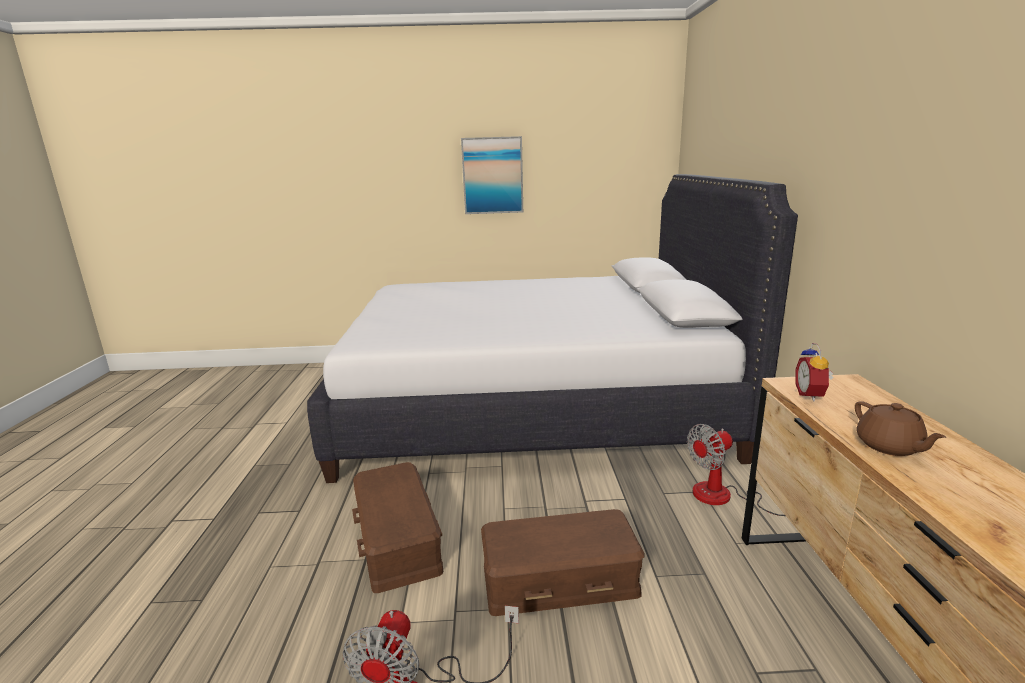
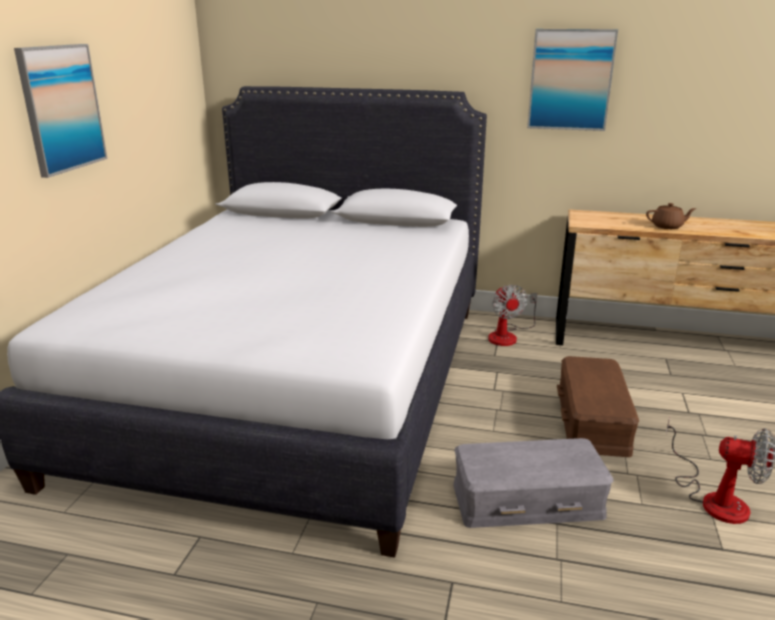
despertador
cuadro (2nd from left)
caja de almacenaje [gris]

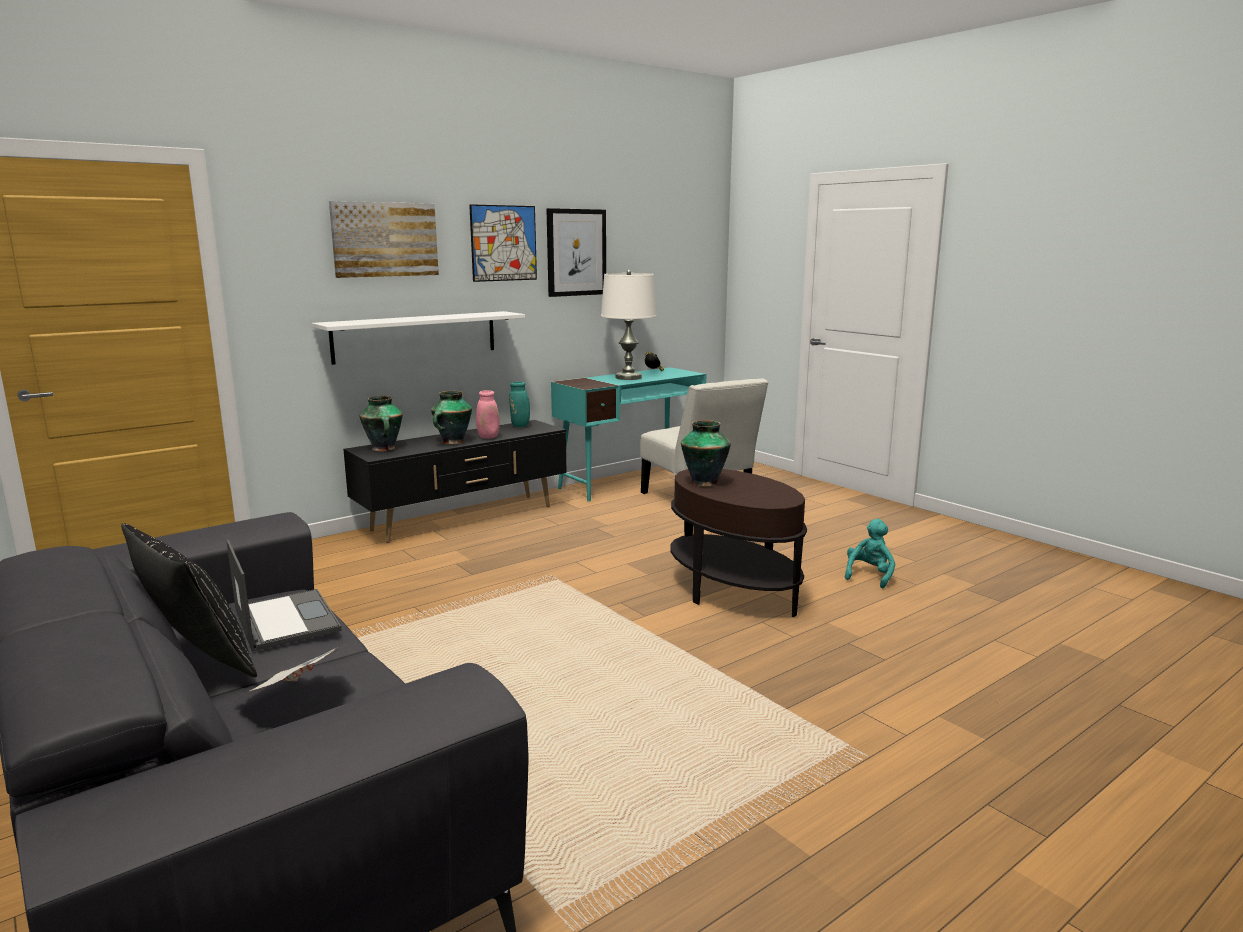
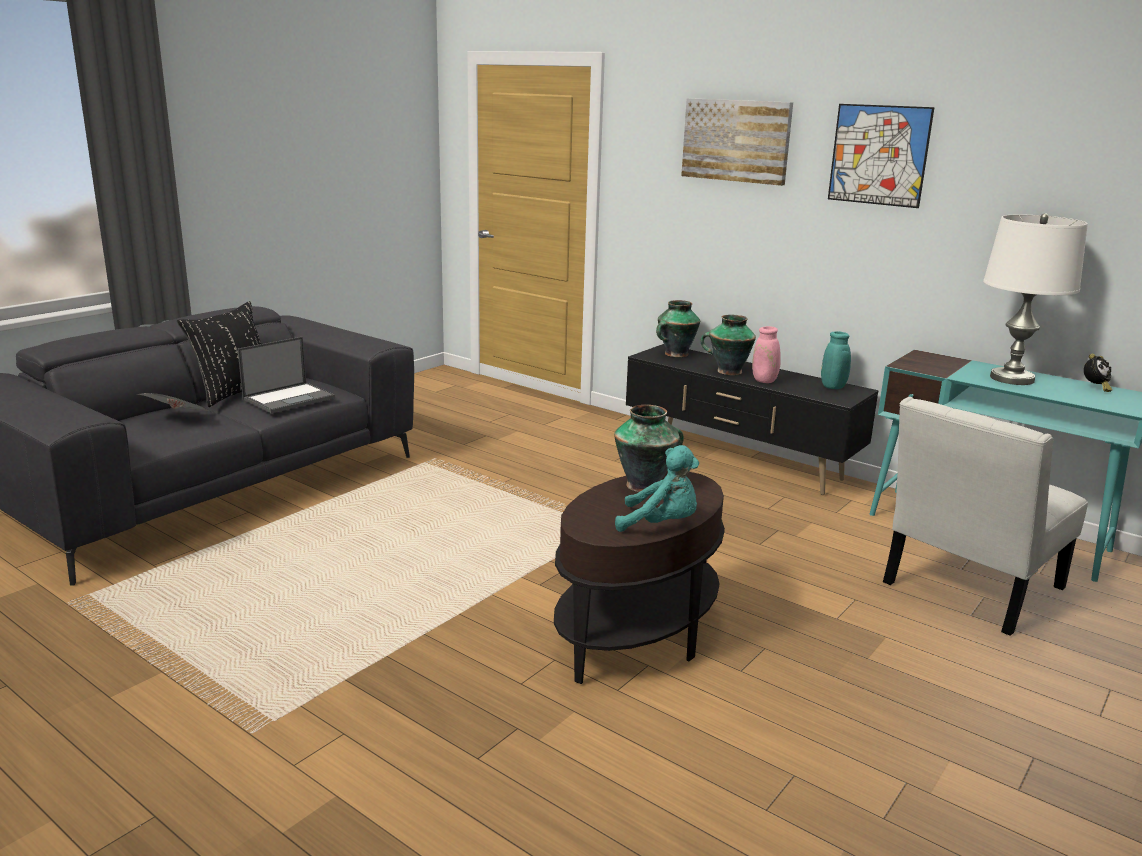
estante [blanco]
cuadro (3rd from left in the first image)
peluche [turquesa]

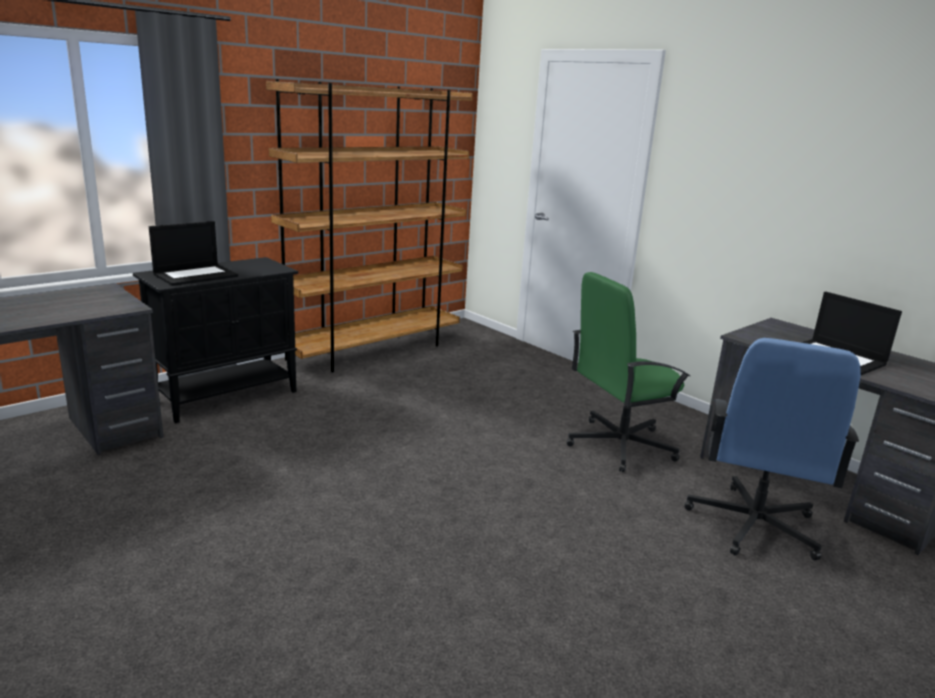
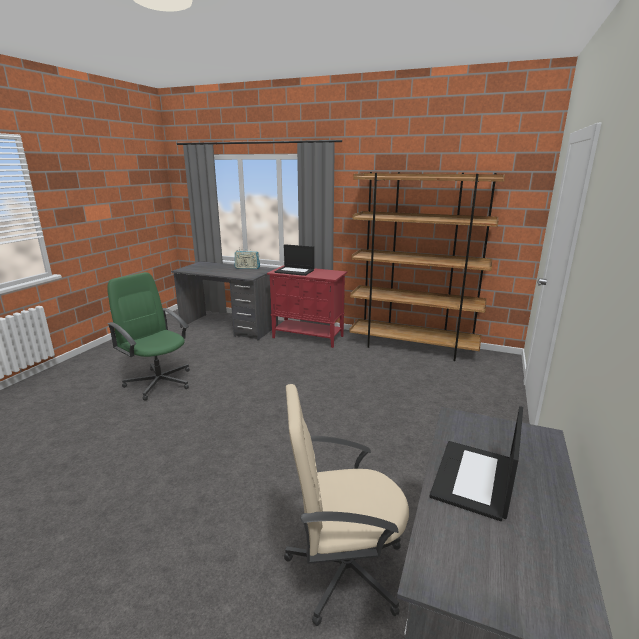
radio
silla de oficina [verde]
armario [rojo]
silla de oficina [beis]

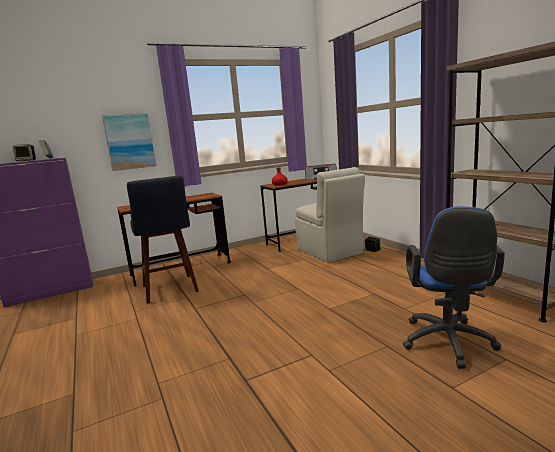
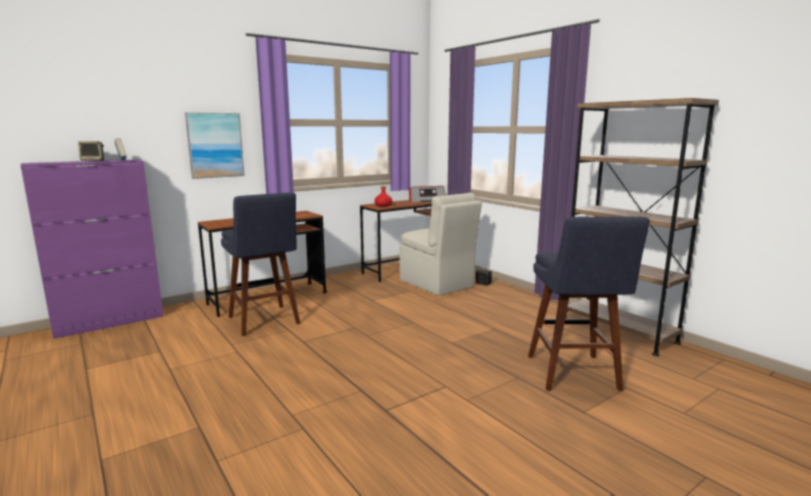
taburete [azul] (2nd from left)

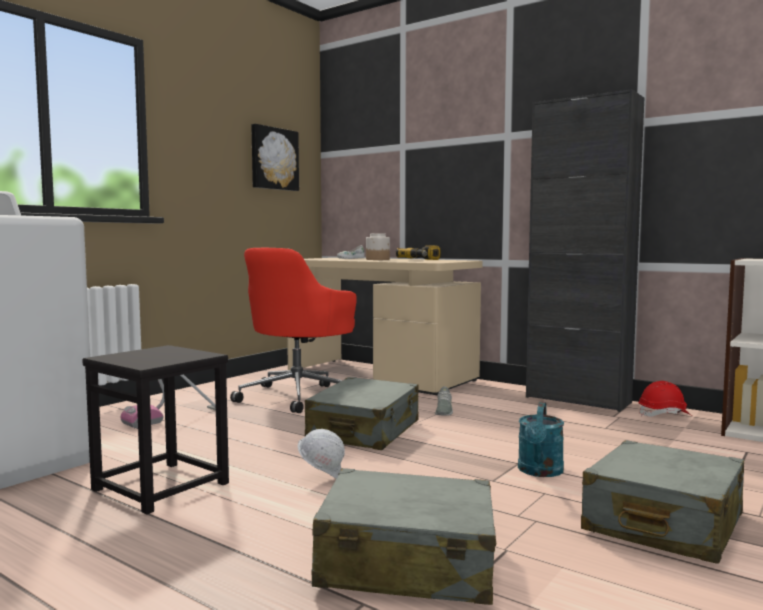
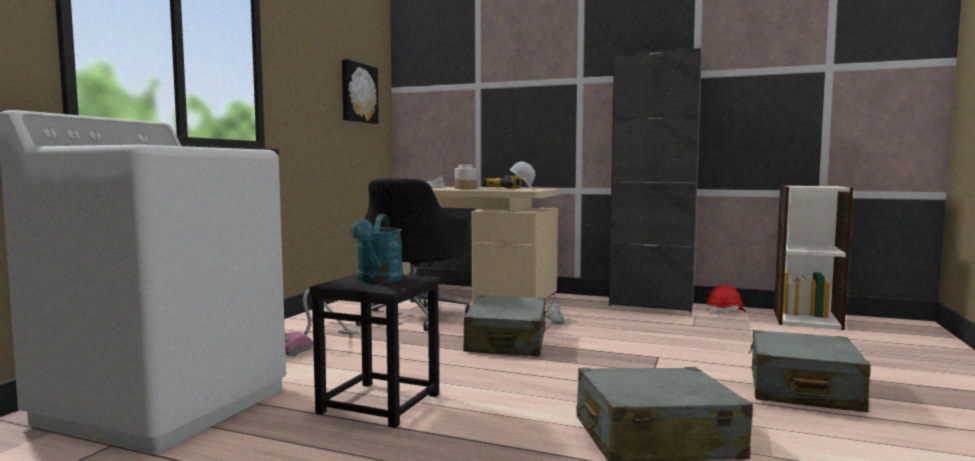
casco [blanco]
regadera [turquesa]
silla de oficina [negro]

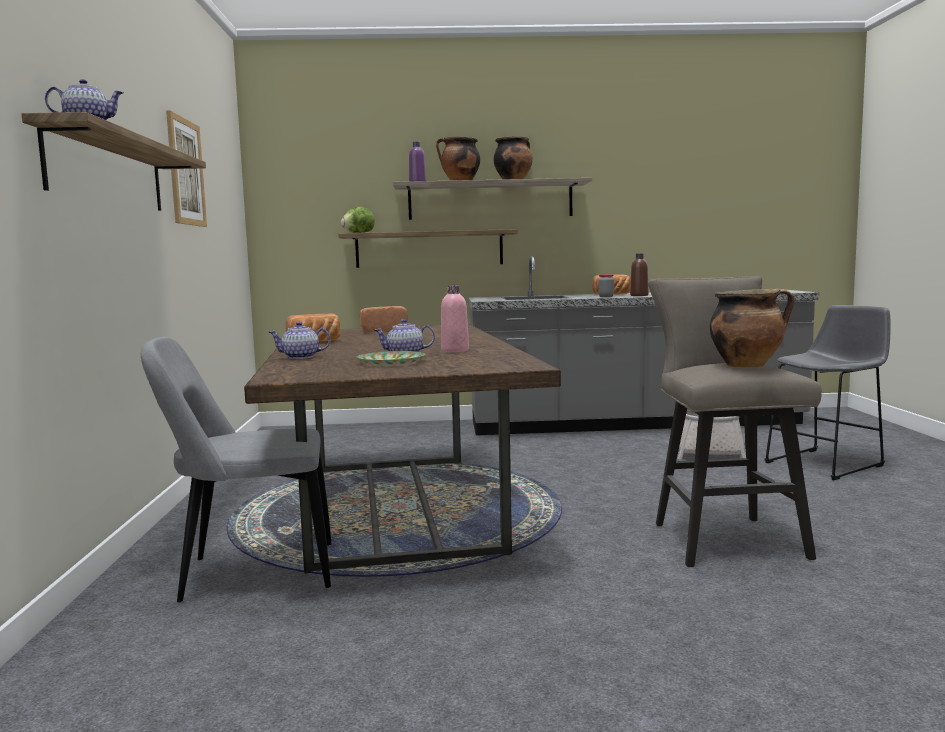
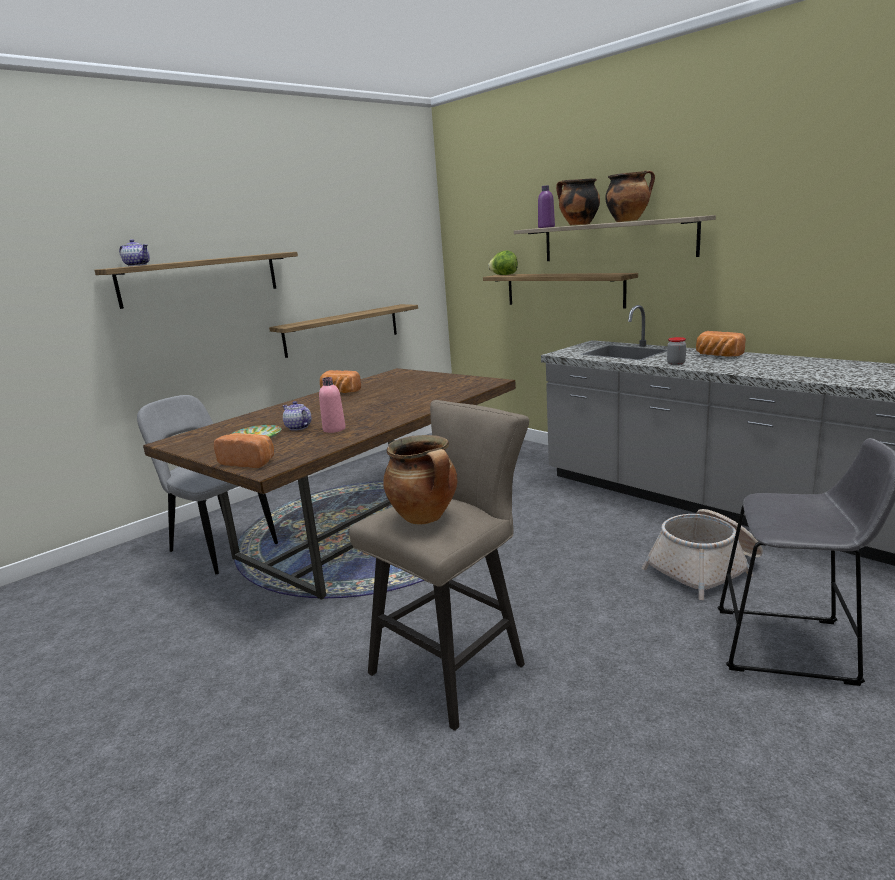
cuadro
tetera (2nd from left in the first image)
botella [marrón]
estante (2nd from left)
pan (1st from left)

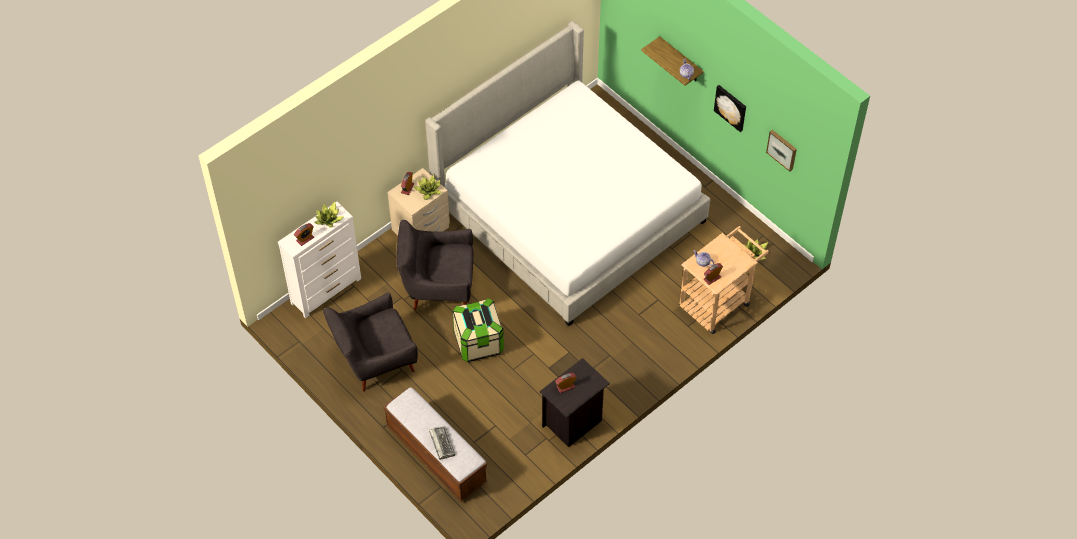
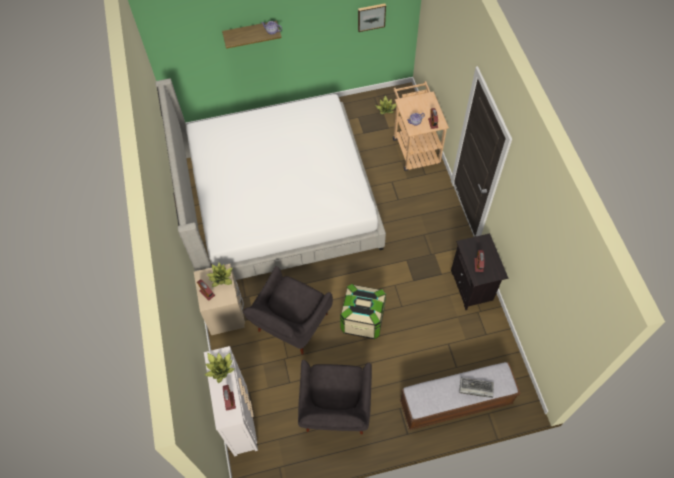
cuadro (1st from left in the first image)

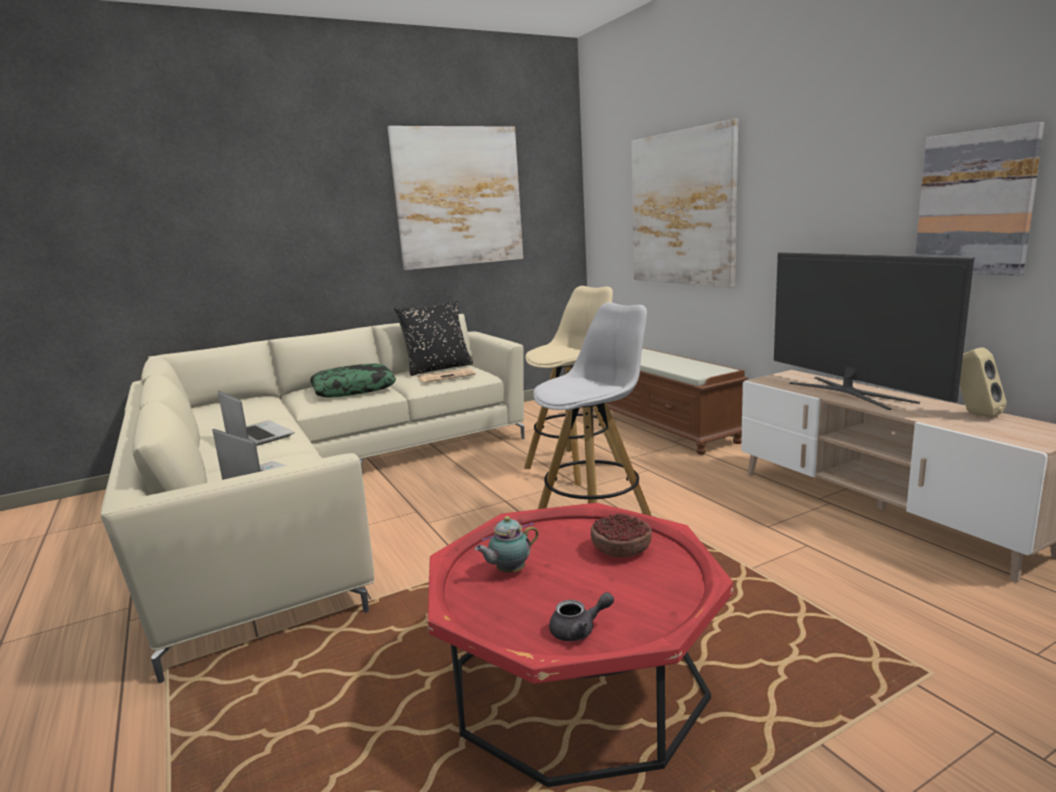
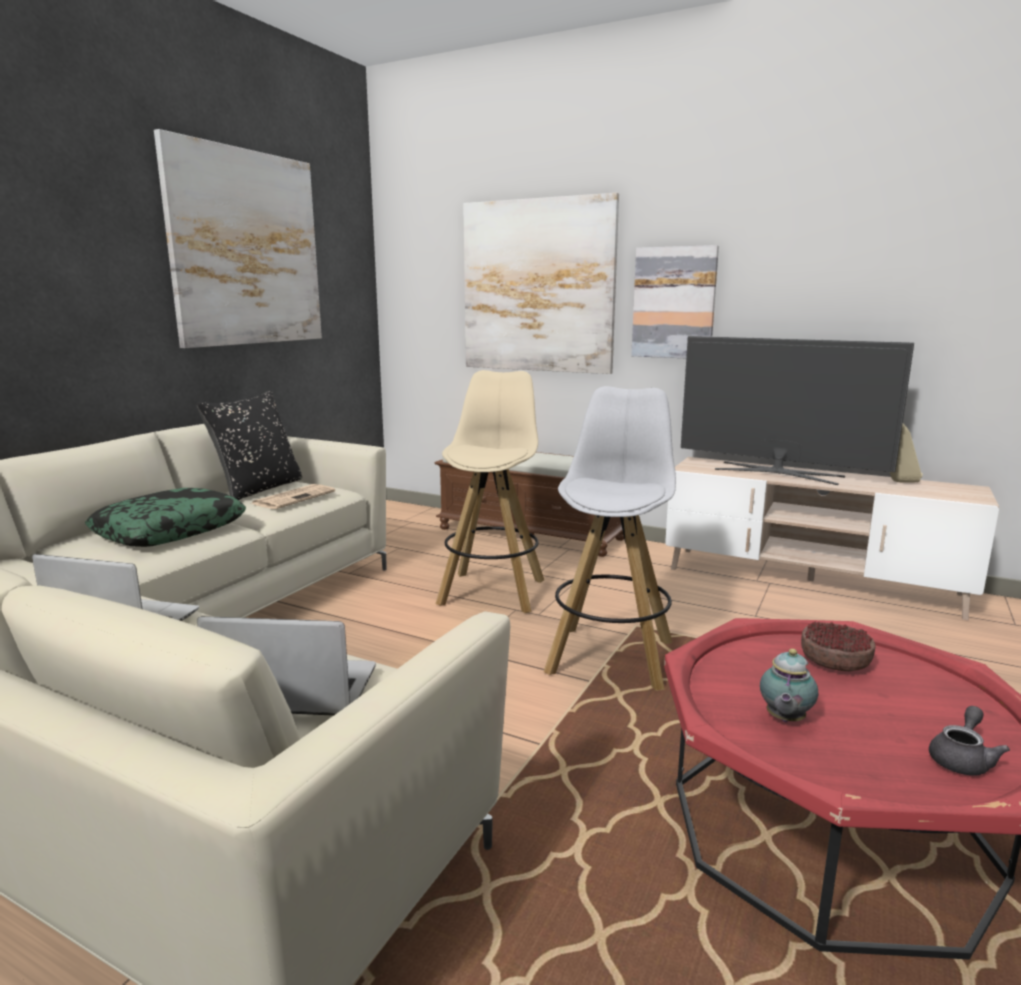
cuadro (3rd from left)

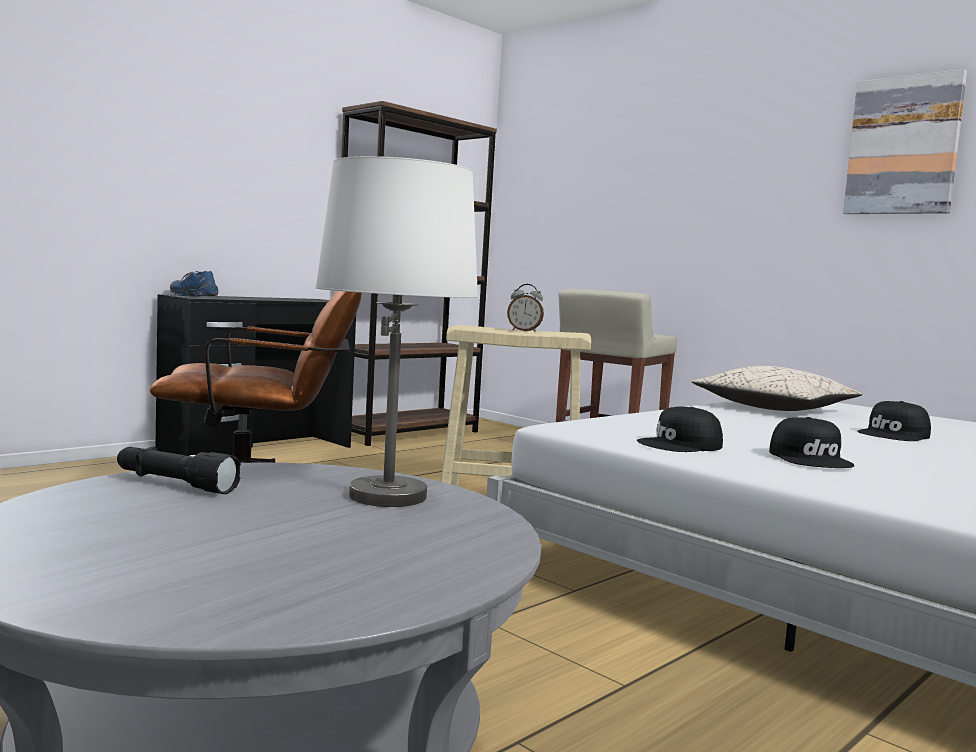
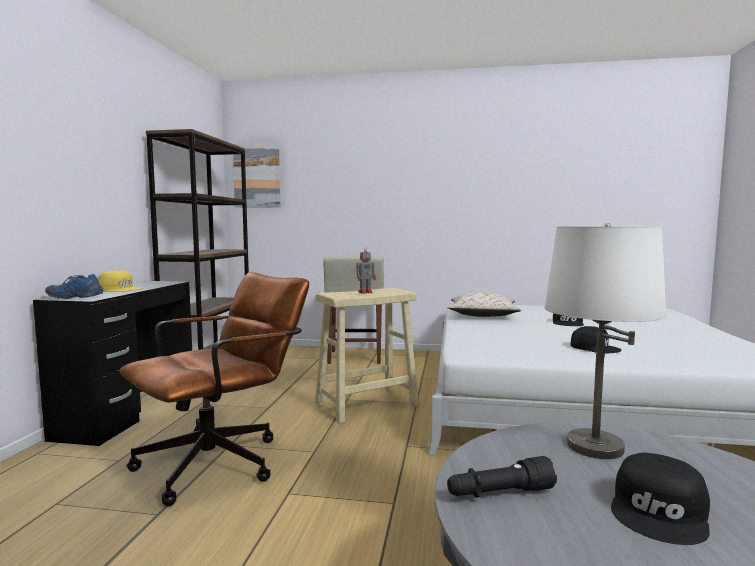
gorra [amarillo]
gorra [negro] (3rd from left)
cuadro
robot de juguete

